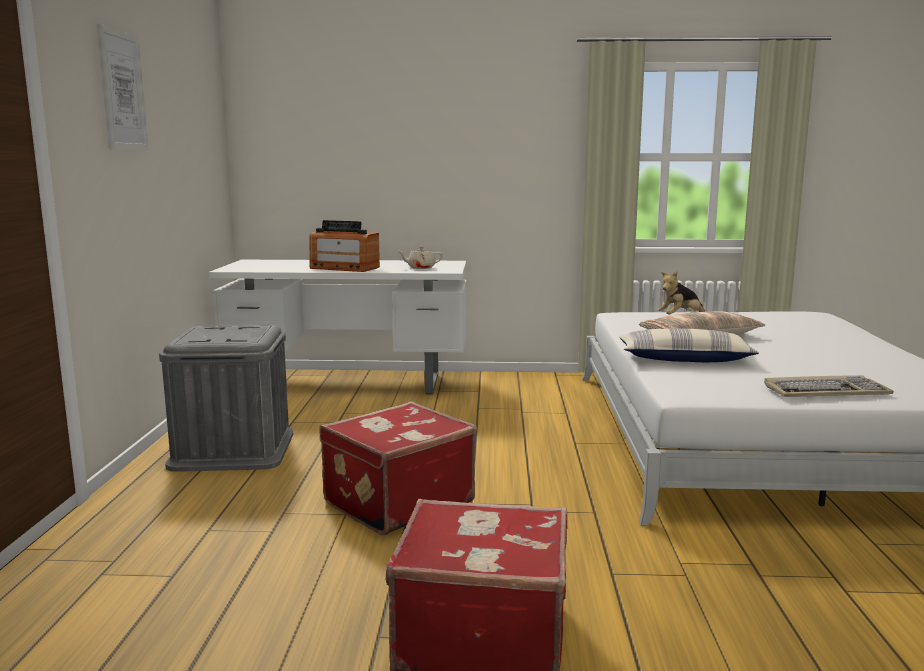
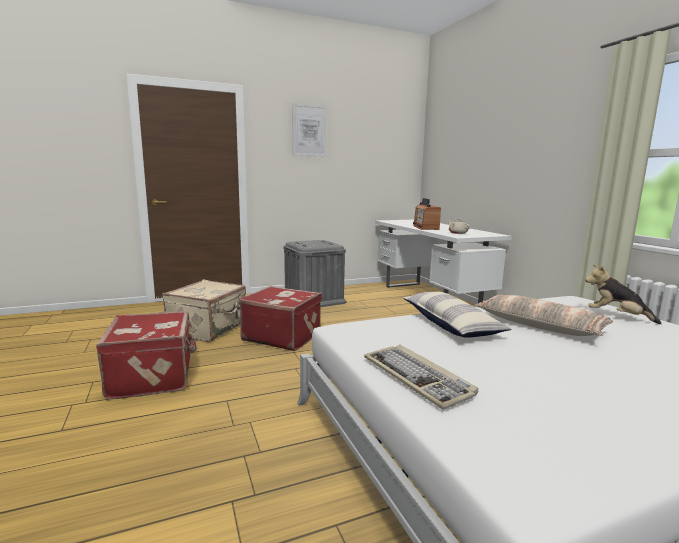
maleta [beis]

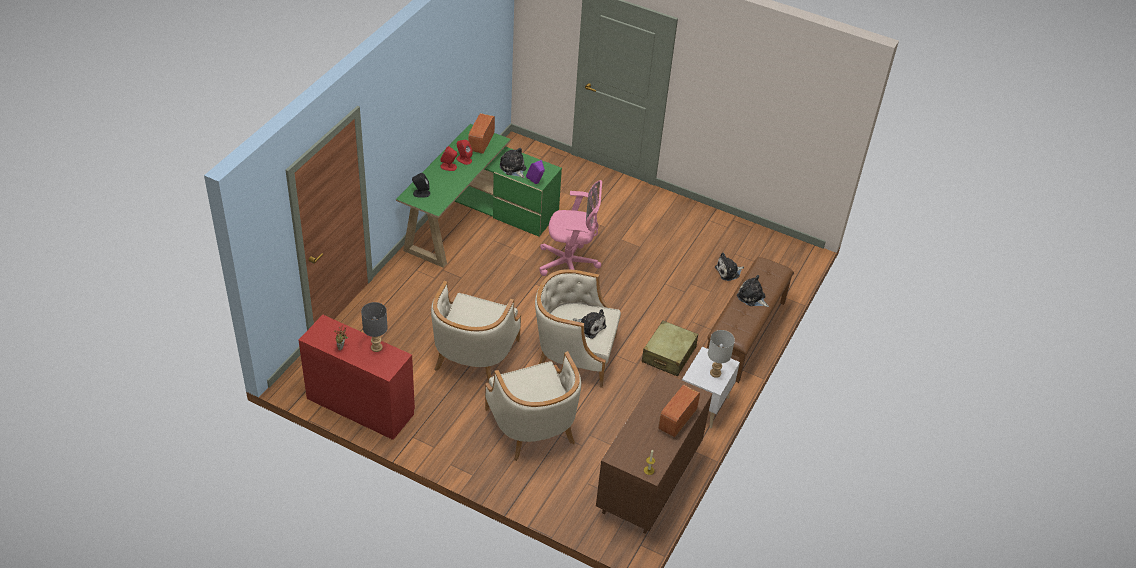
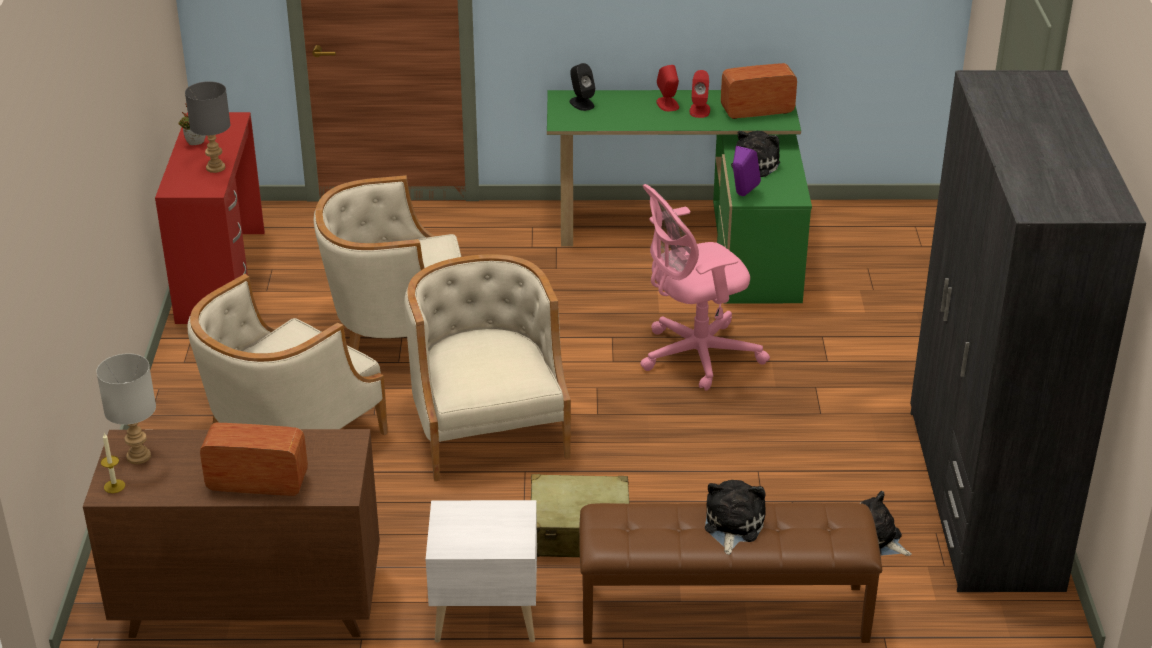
peluche (2nd from left in the first image)
armario ropero [gris]
lámpara de mesa [gris] (1st from left)
silla de oficina [rosa]

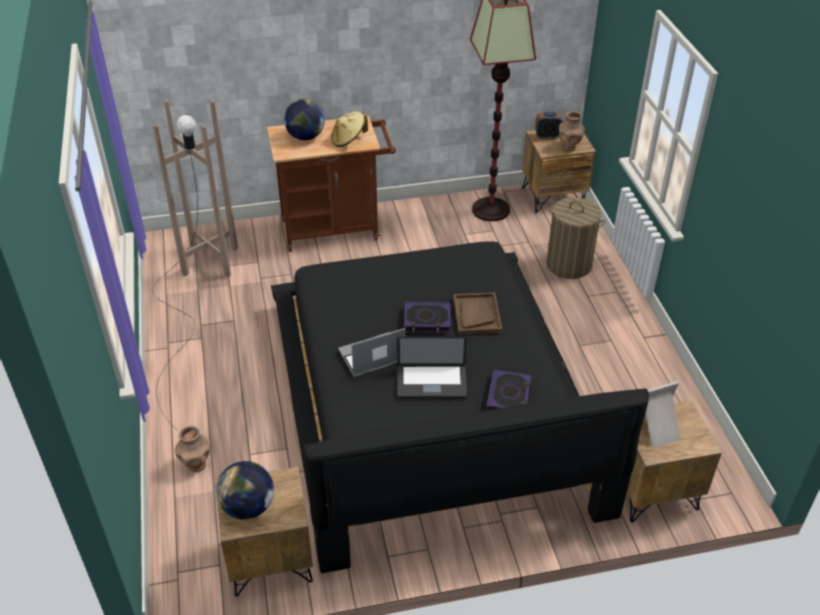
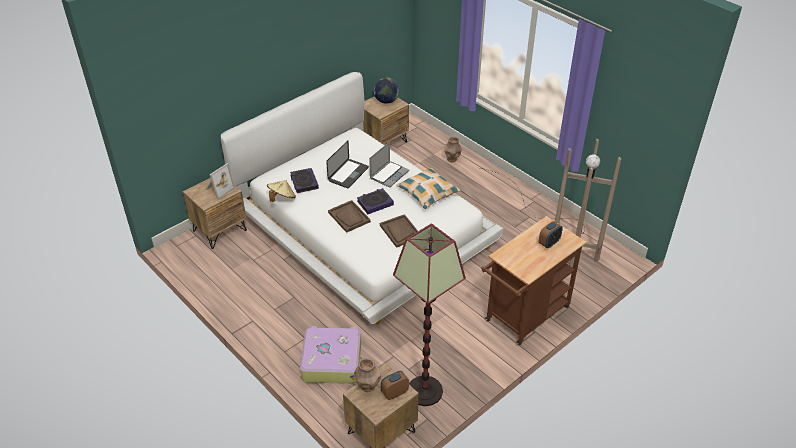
bandeja [marrón] (2nd from left)
cojín
sombrero [beis]
despertador (2nd from left)
maleta
cama [blanco]
portátil (1st from left)

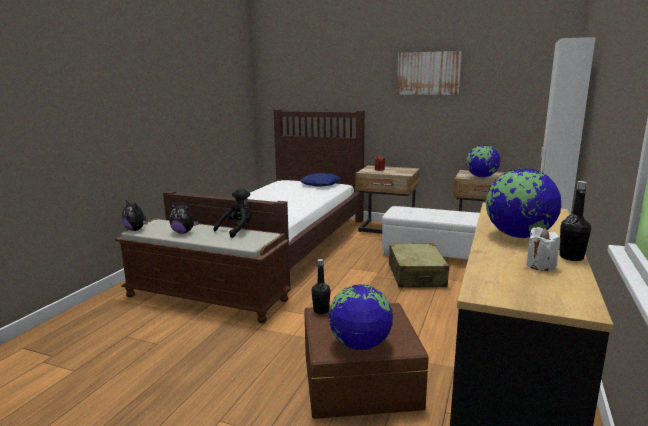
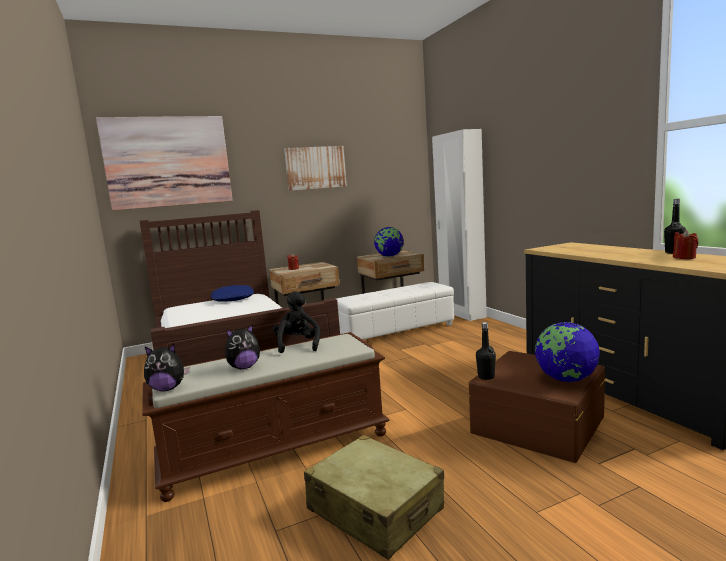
globo terráqueo (3rd from left in the first image)
cuadro (1st from left)
maleta [beis]
vela [rojo] (2nd from left)

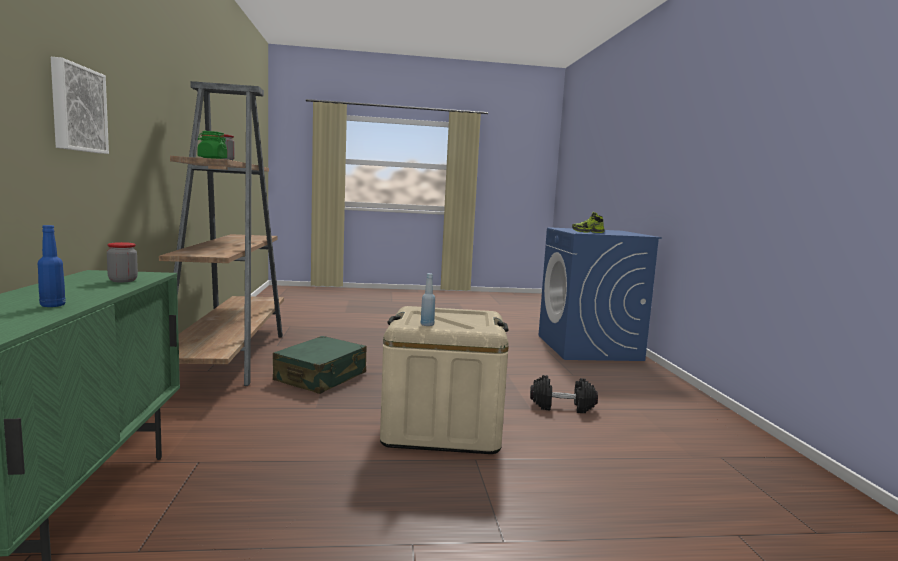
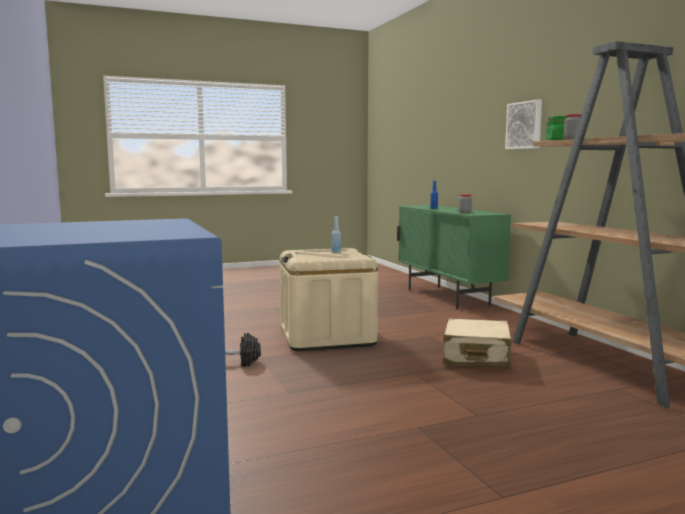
zapato
maleta [beis]

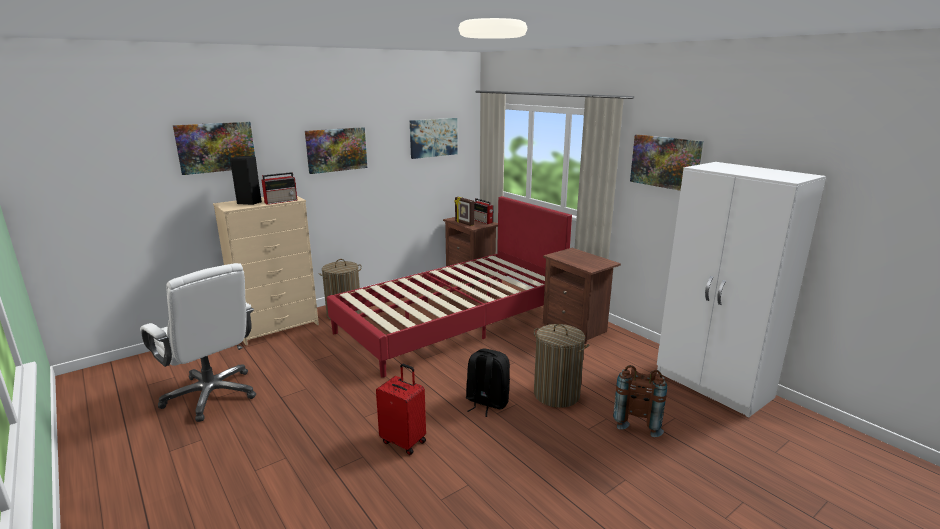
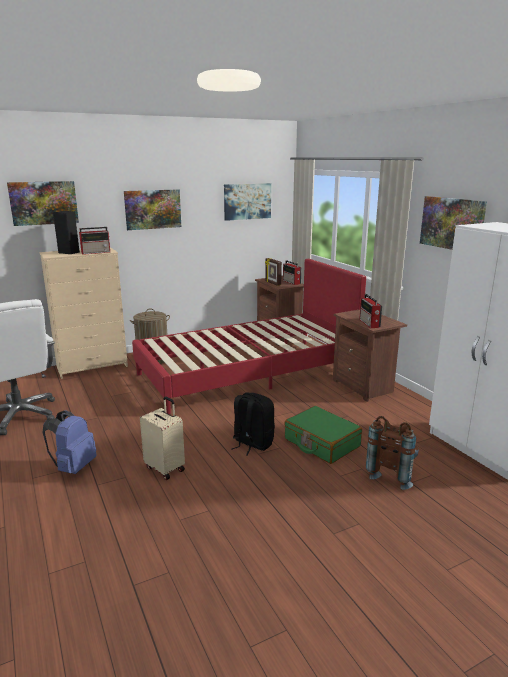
mochila [azul]
radio (3rd from left)
maleta [verde]
maleta [beis]

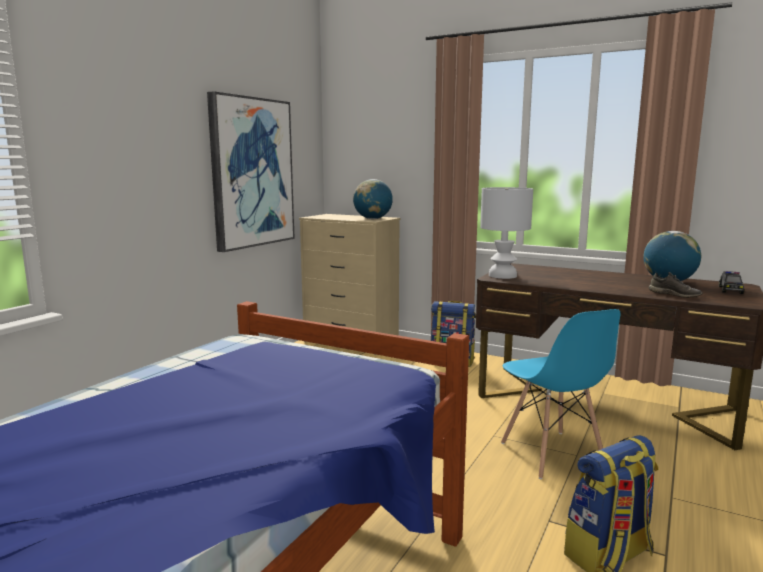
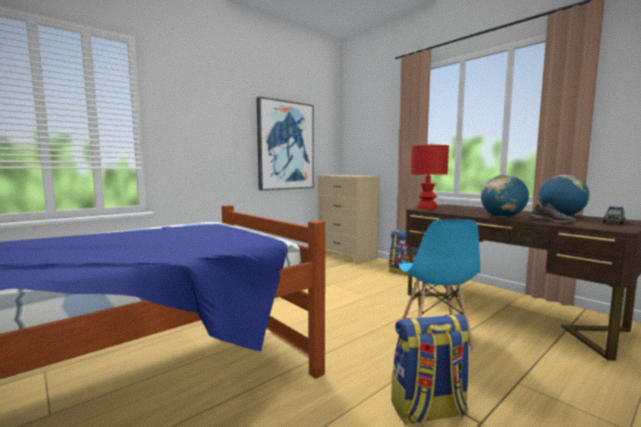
globo terráqueo (1st from left)
lámpara de mesa [rojo]

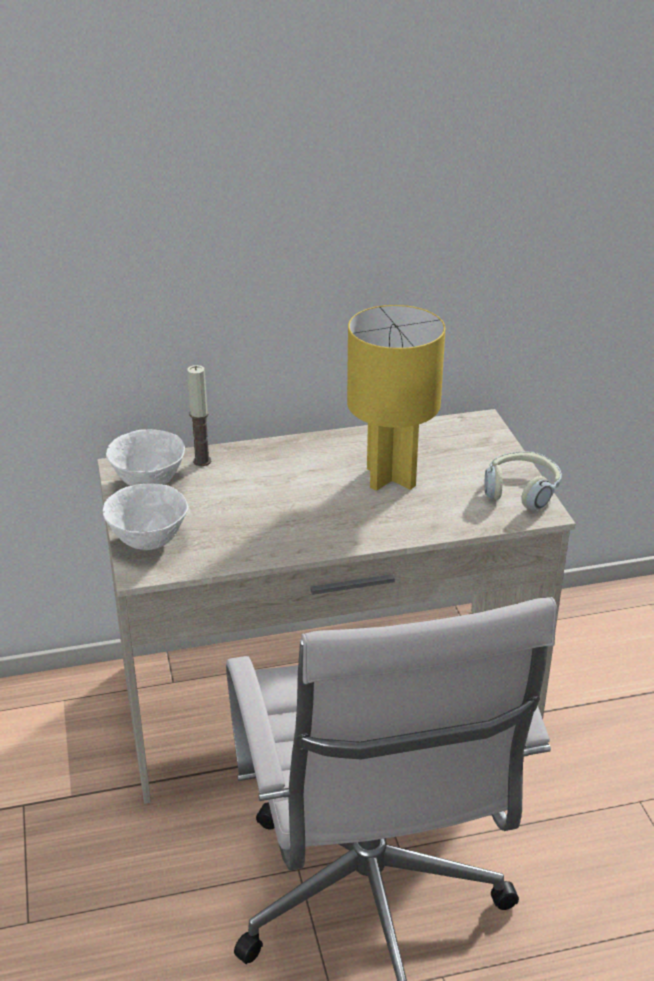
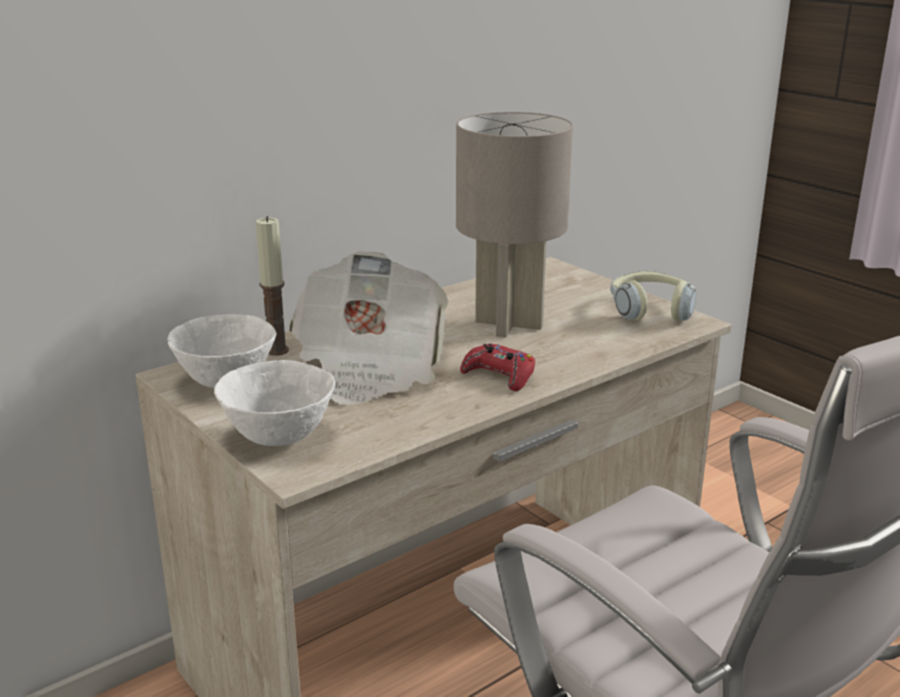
periódico
mando de consola [rojo]
lámpara de mesa [gris]

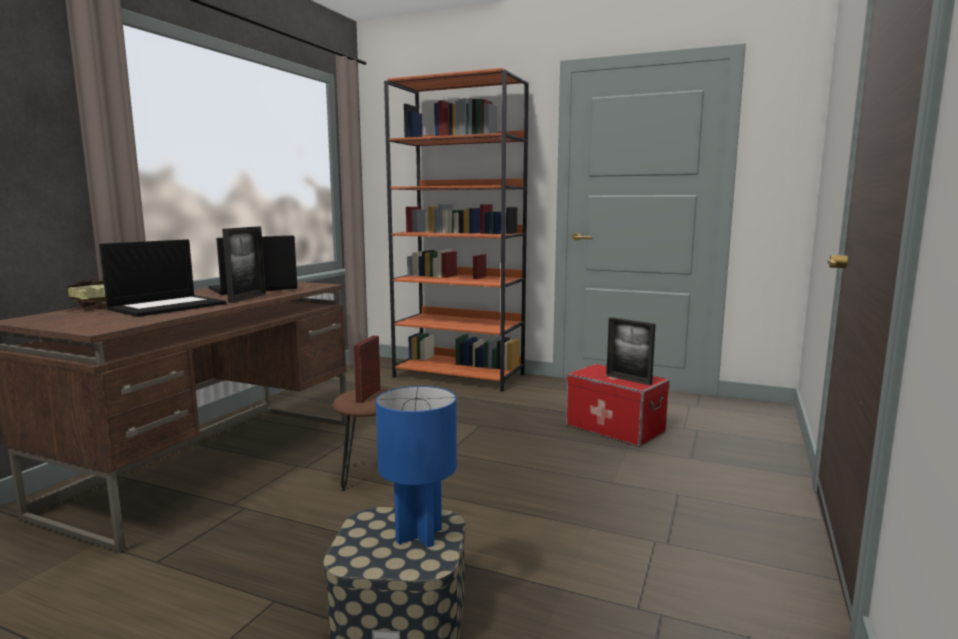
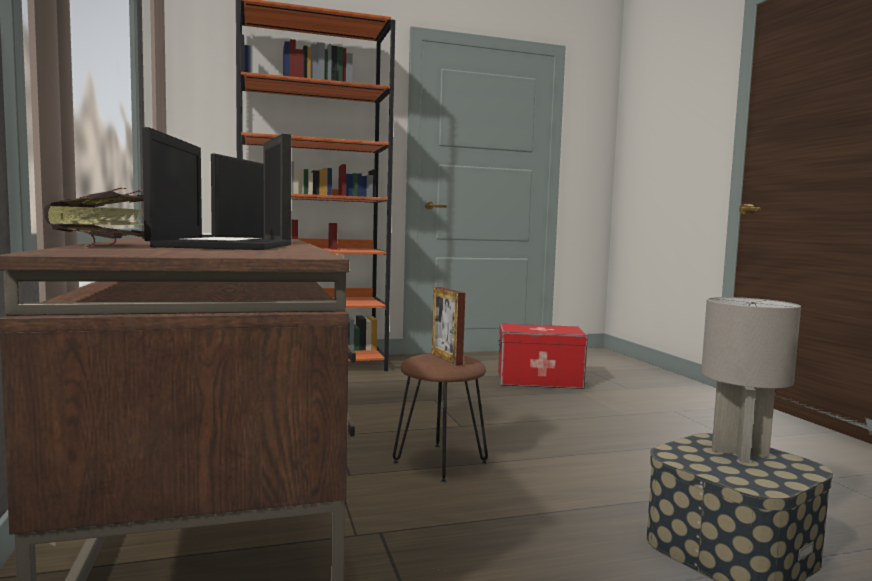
portarretratos (3rd from left in the first image)
lámpara de mesa [gris]

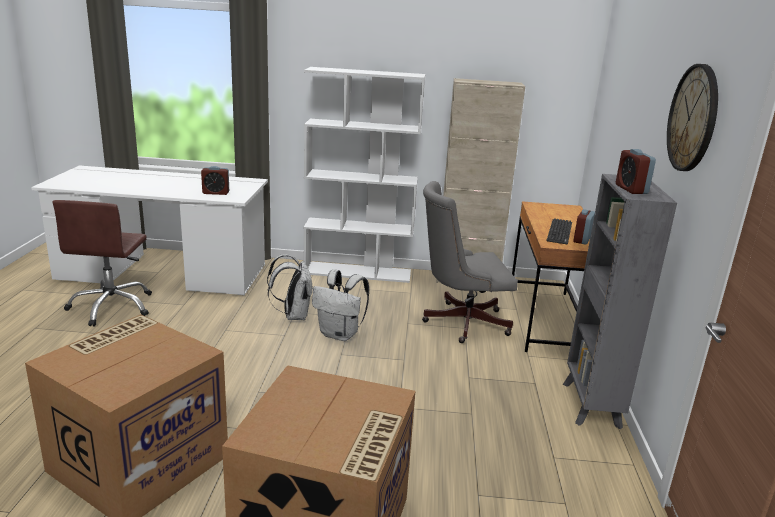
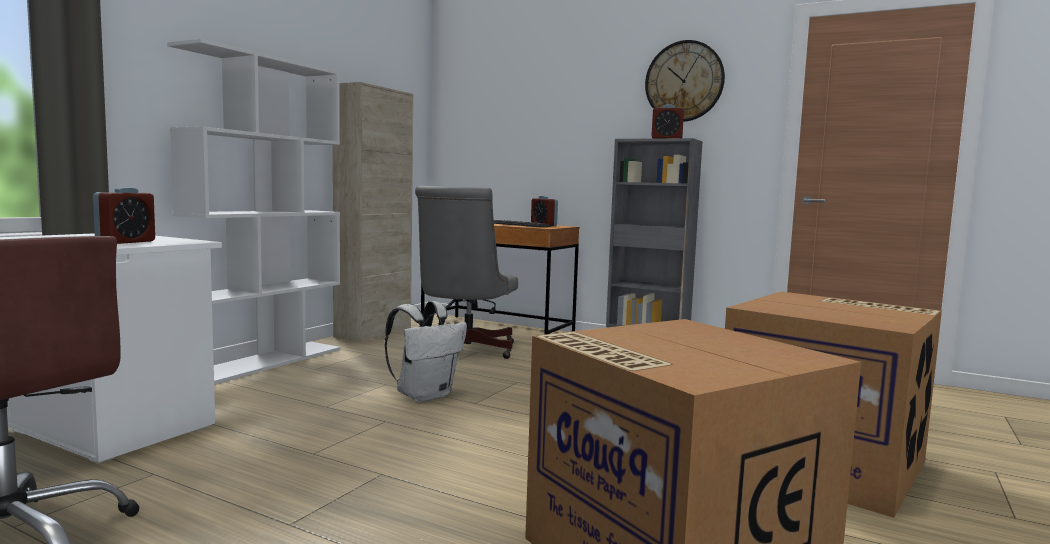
mochila [blanco] (1st from left in the first image)

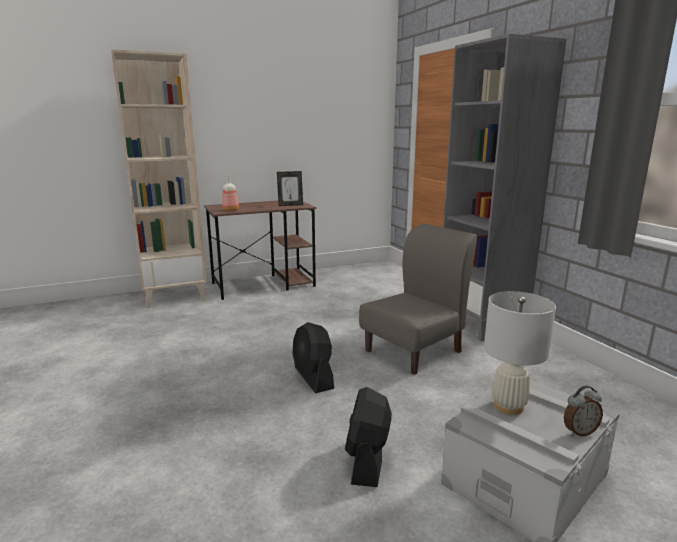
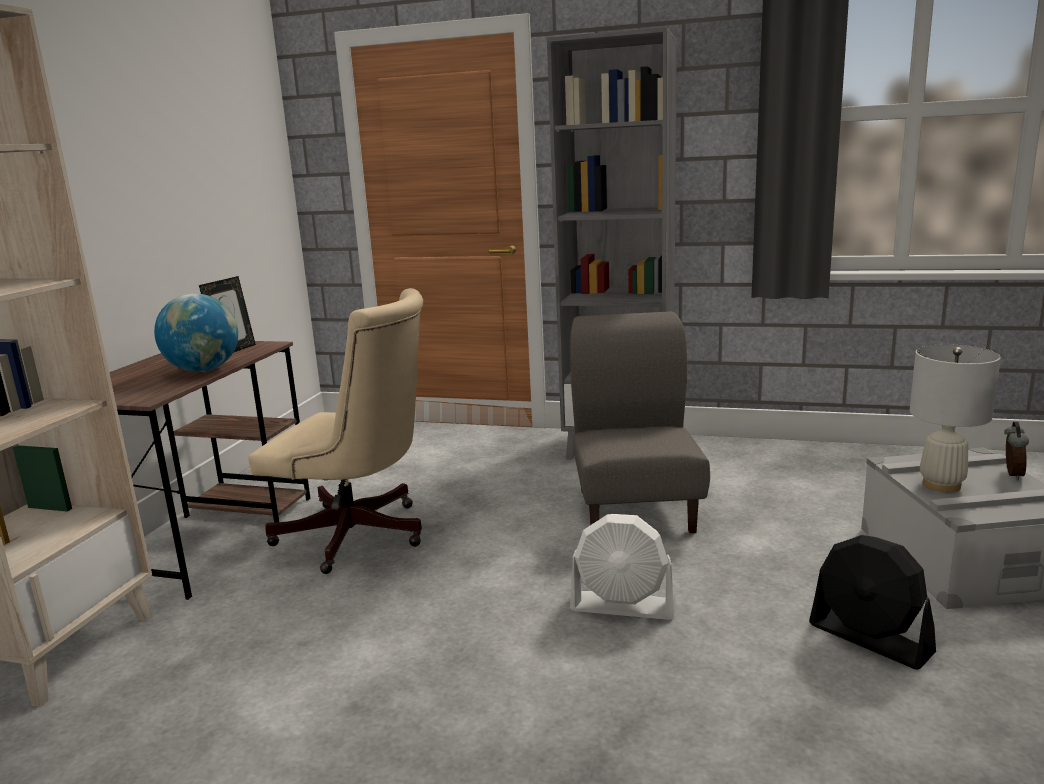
botella
globo terráqueo
silla de oficina [beis]
ventilador [blanco]

